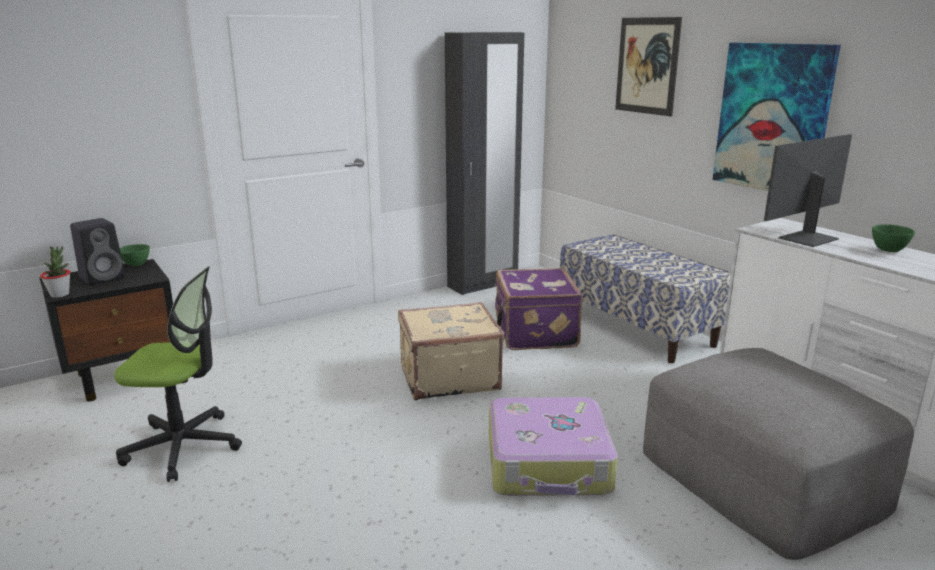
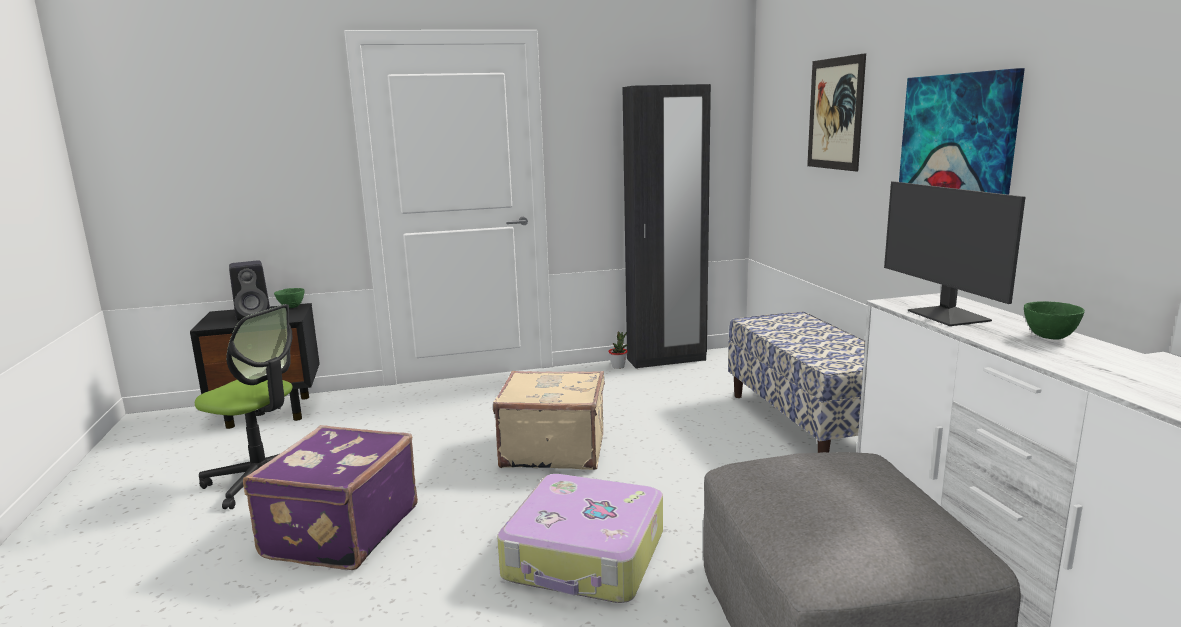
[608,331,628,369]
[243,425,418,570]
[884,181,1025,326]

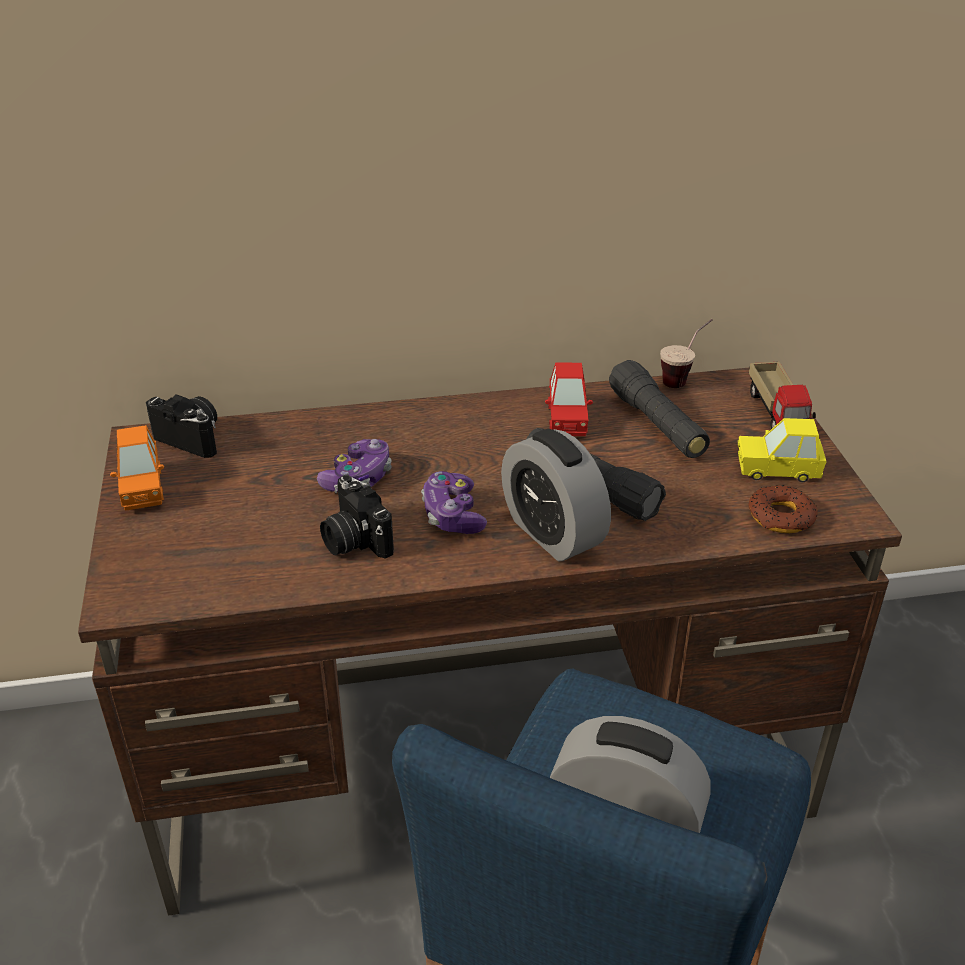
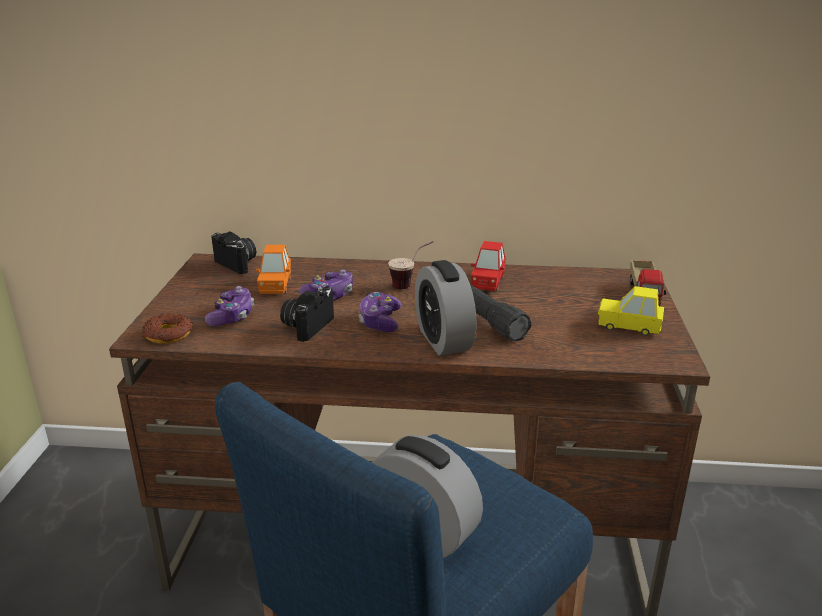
[256,245,291,294]
[280,286,334,342]
[609,360,710,458] (first image)
[388,241,433,289]
[142,314,193,343]
[205,286,254,326]

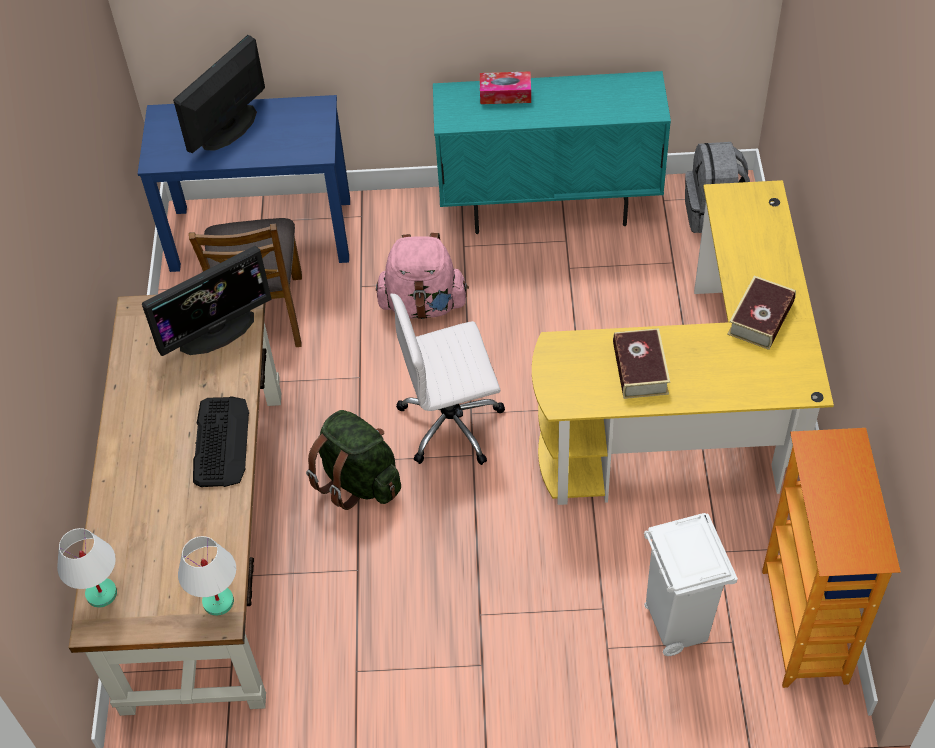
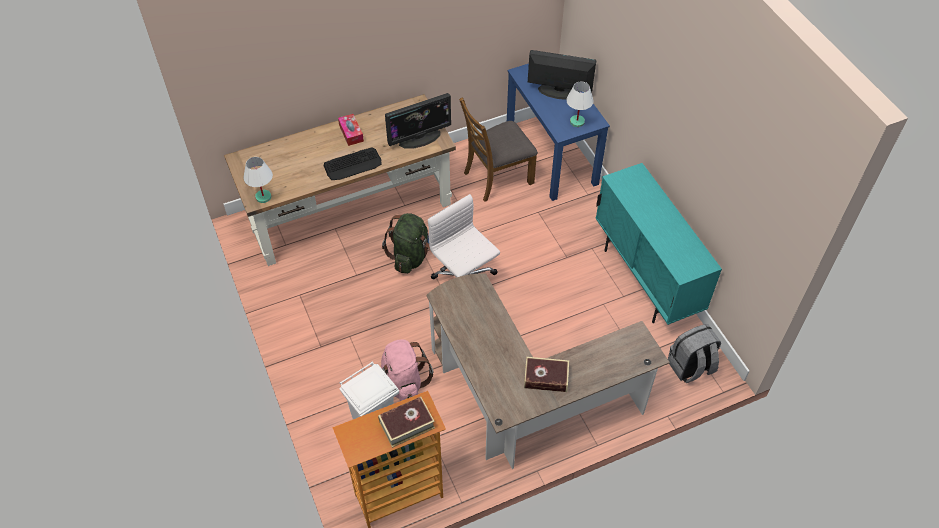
[566,81,594,127]
[385,93,451,149]
[381,339,433,401]
[338,114,364,146]
[426,274,670,469]
[378,397,435,448]

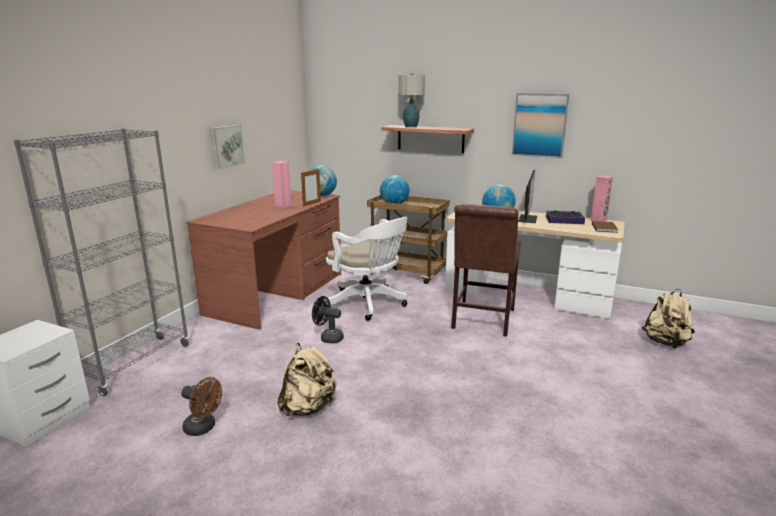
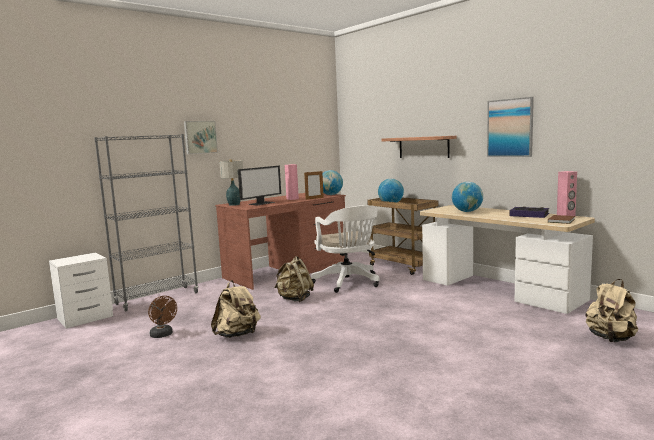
[184,121,218,154]
[274,256,314,302]
[219,159,243,206]
[451,204,521,337] (first image)
[238,166,281,206]

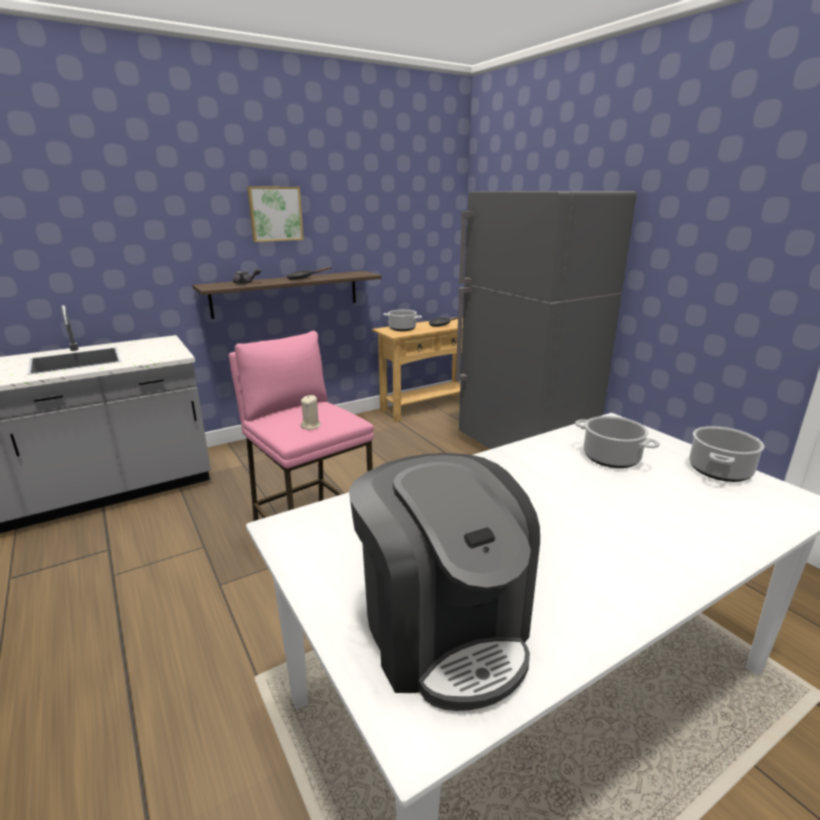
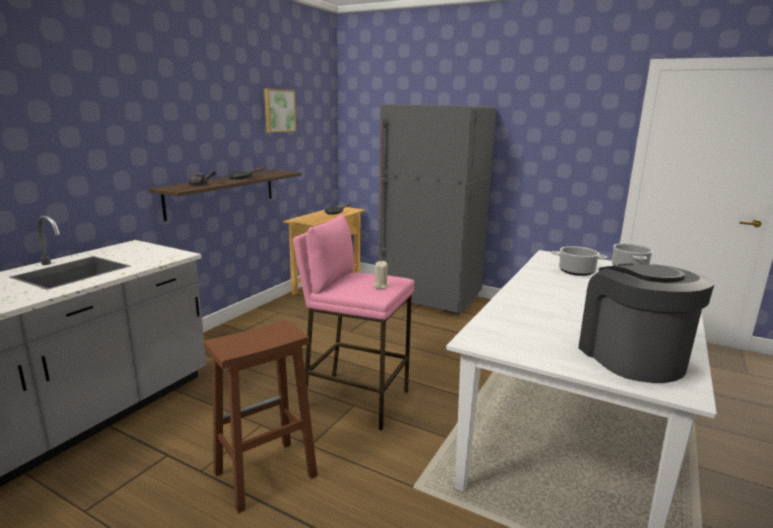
[264,89,296,133]
[578,264,714,383]
[383,310,422,331] (first image)
[204,320,318,513]

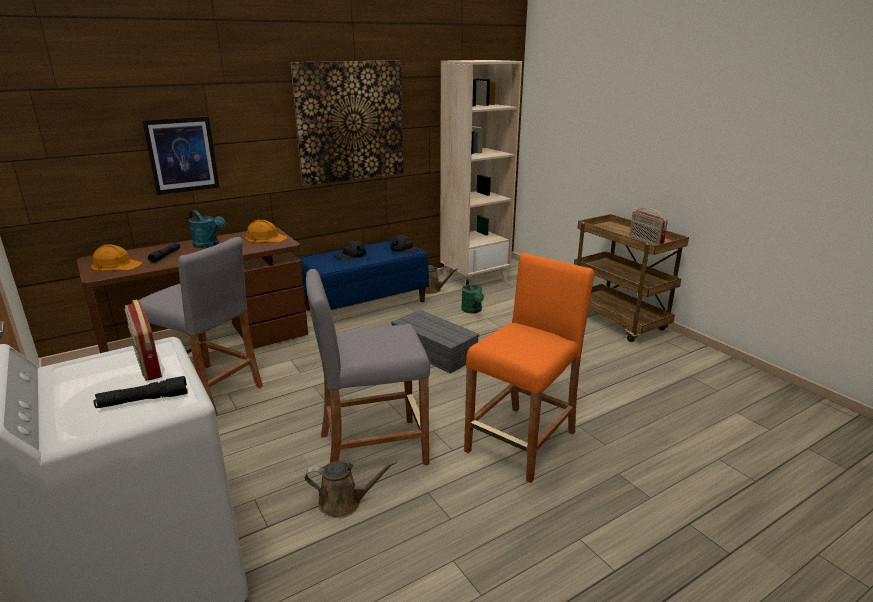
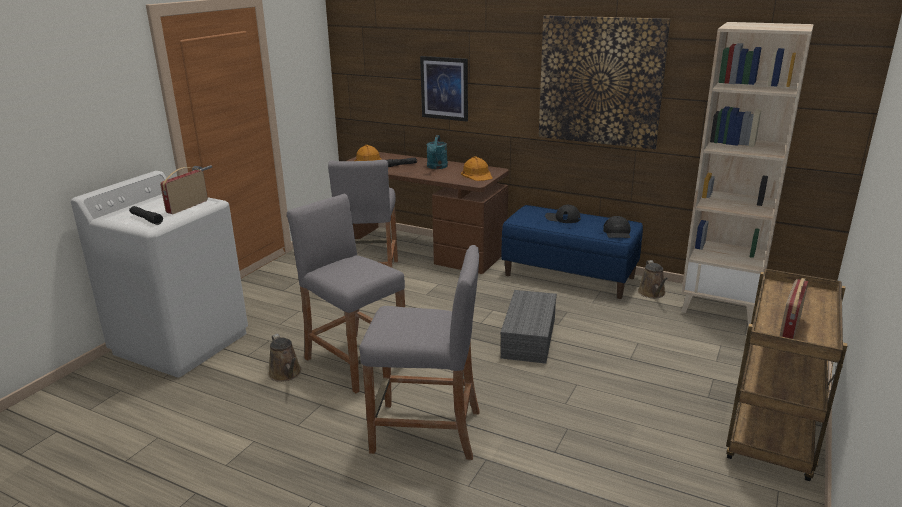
[461,279,484,314] (first image)
[359,245,480,460]

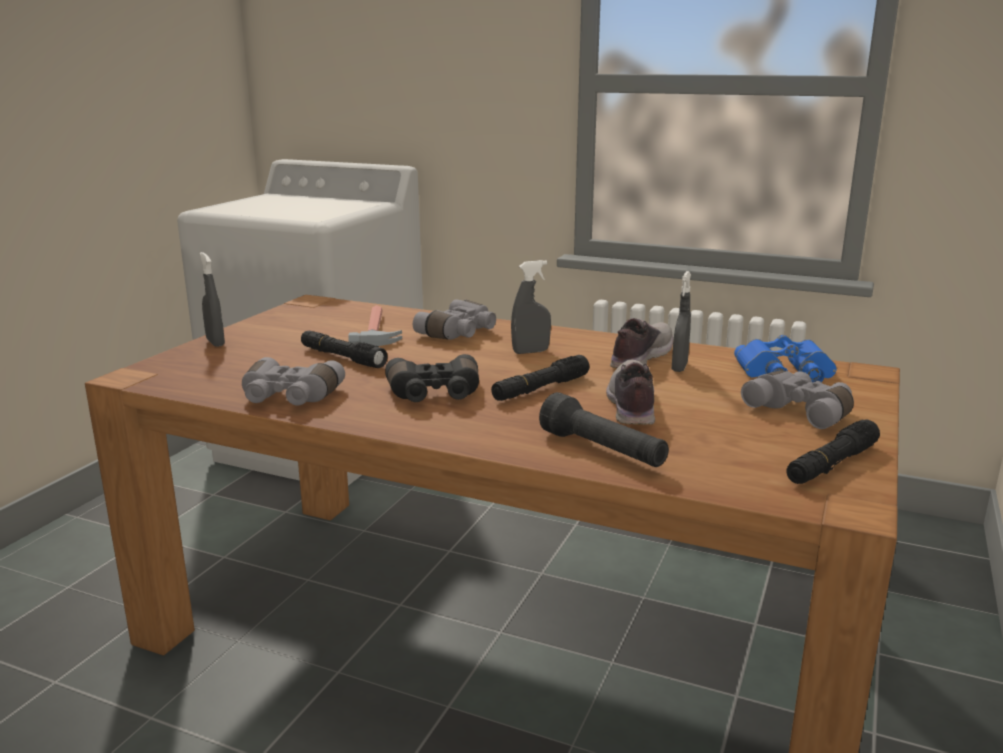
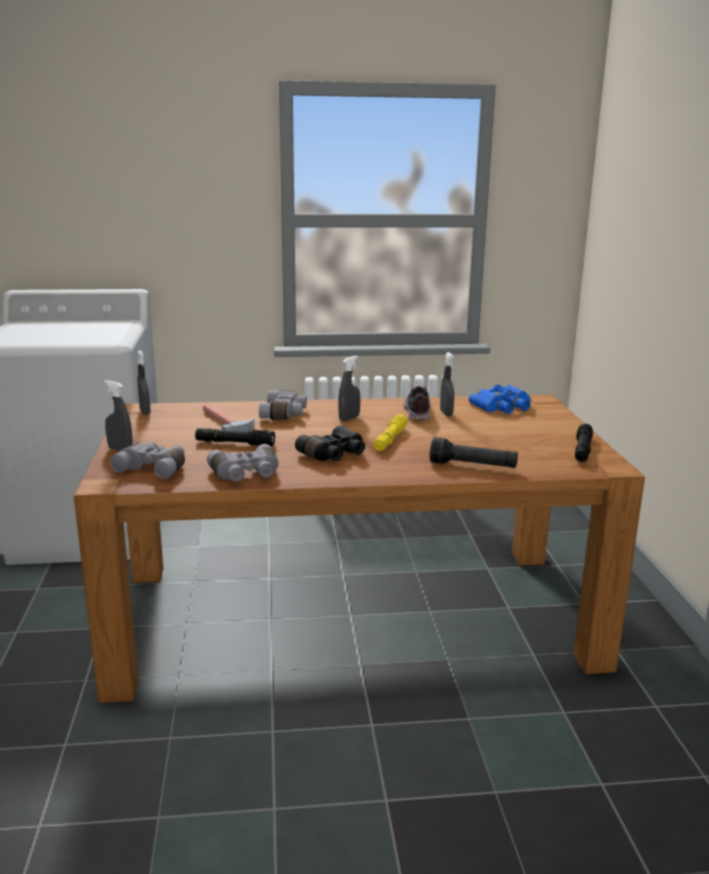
[374,414,407,451]
[606,360,655,425] (first image)
[110,442,185,479]
[137,350,151,415]

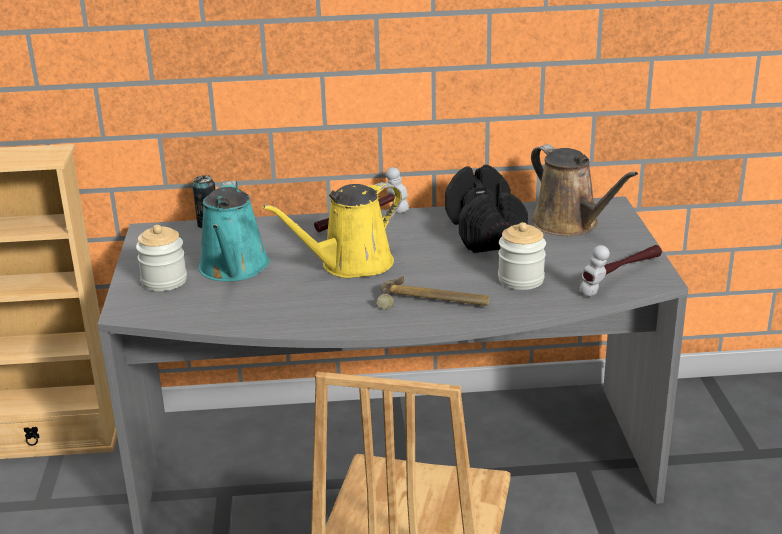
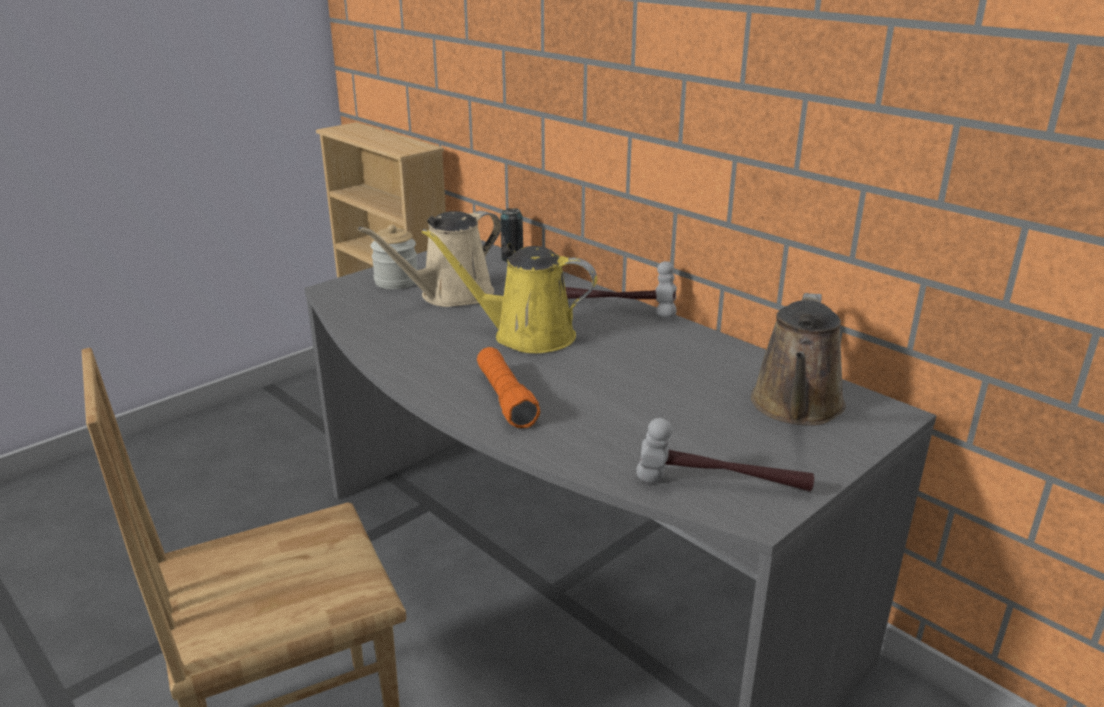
[358,211,501,307]
[477,347,540,428]
[445,165,528,253] (first image)
[498,222,546,290] (first image)

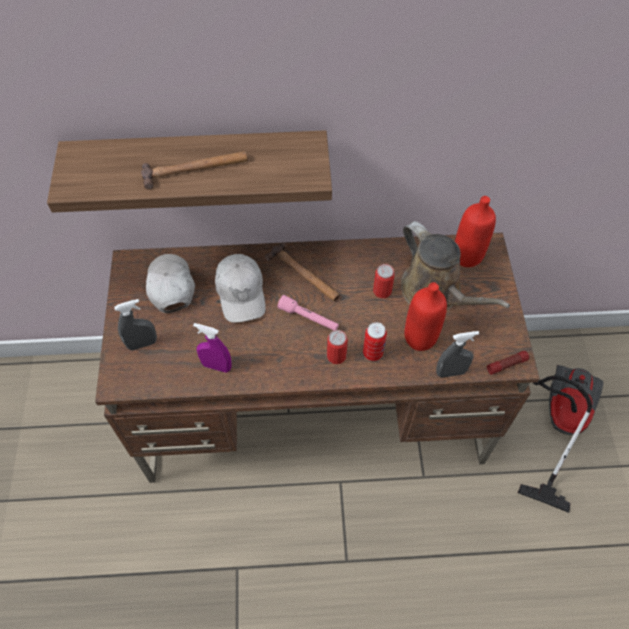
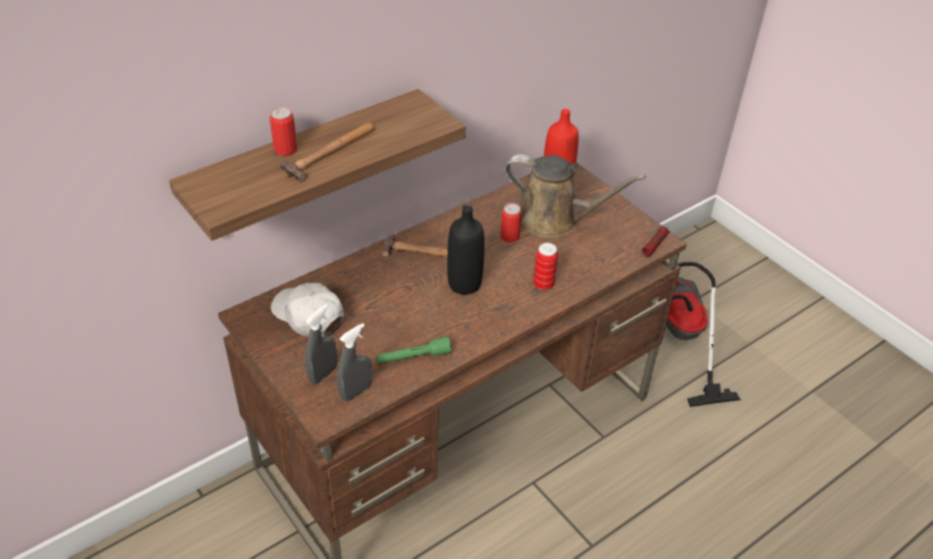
[376,336,452,364]
[215,254,266,323] (first image)
[447,205,485,294]
[270,107,297,156]
[405,282,447,351] (first image)
[337,323,372,401]

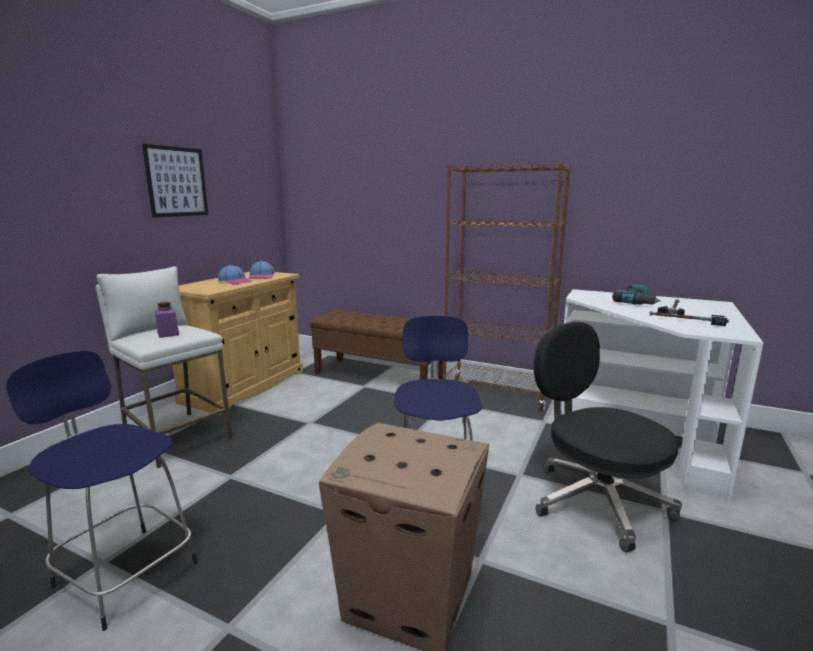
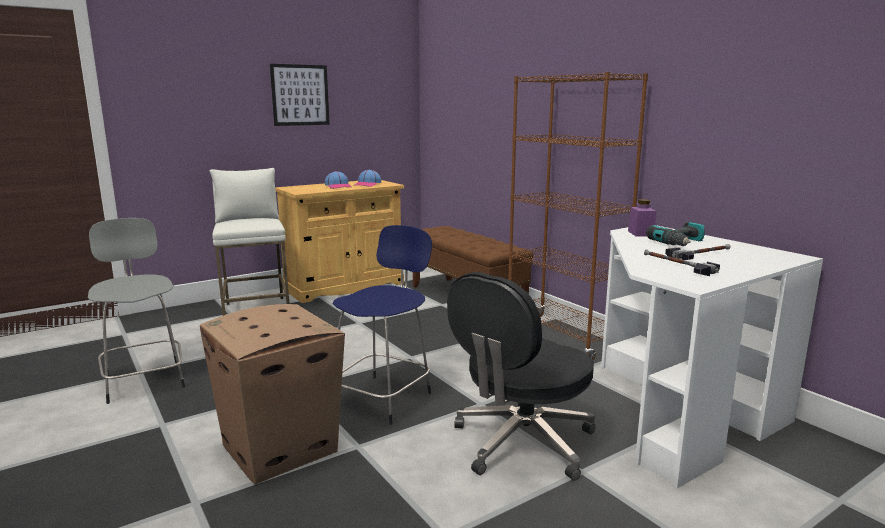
[88,218,185,404]
[628,199,656,236]
[447,272,596,481]

